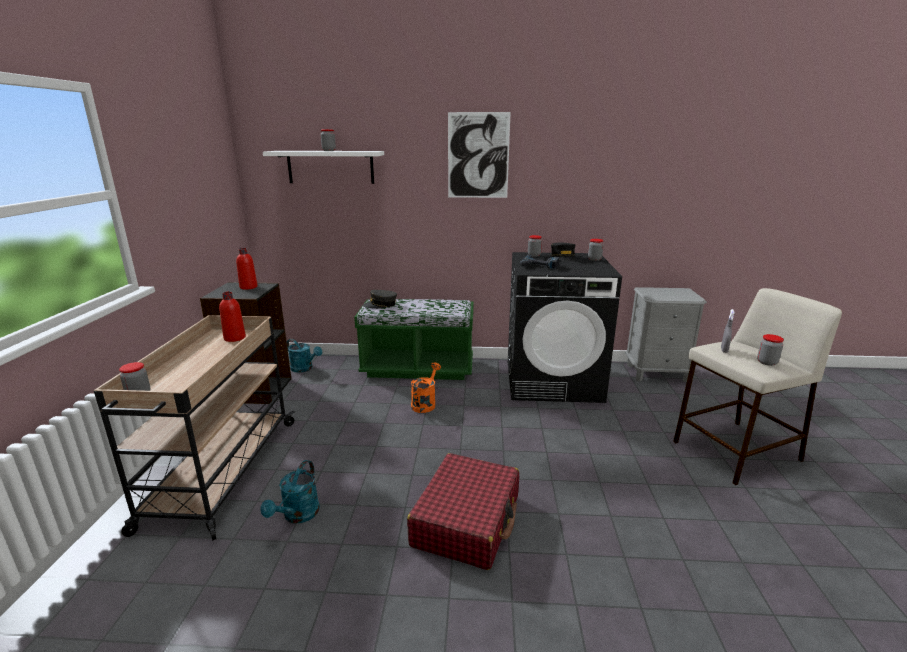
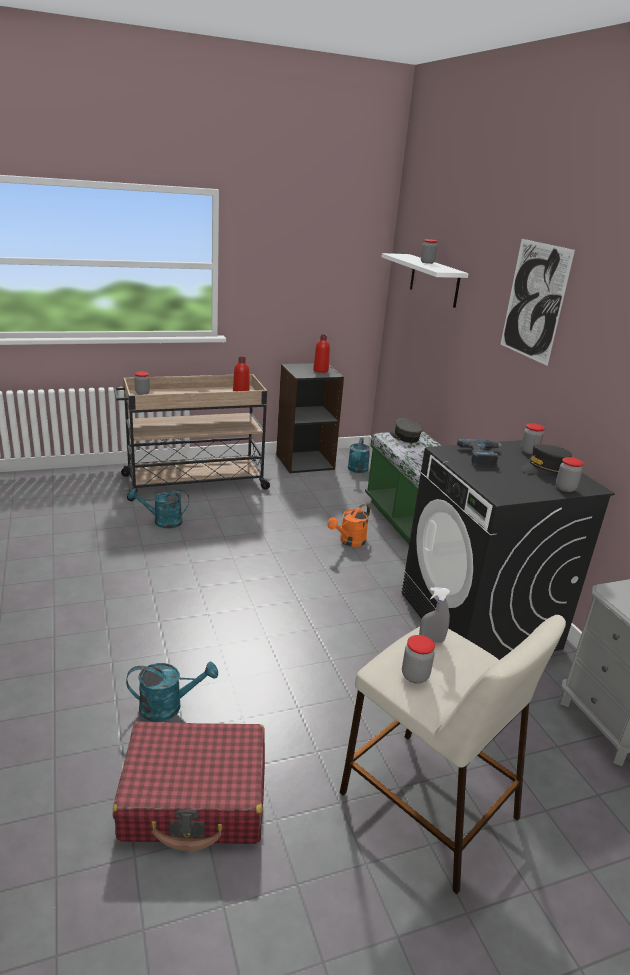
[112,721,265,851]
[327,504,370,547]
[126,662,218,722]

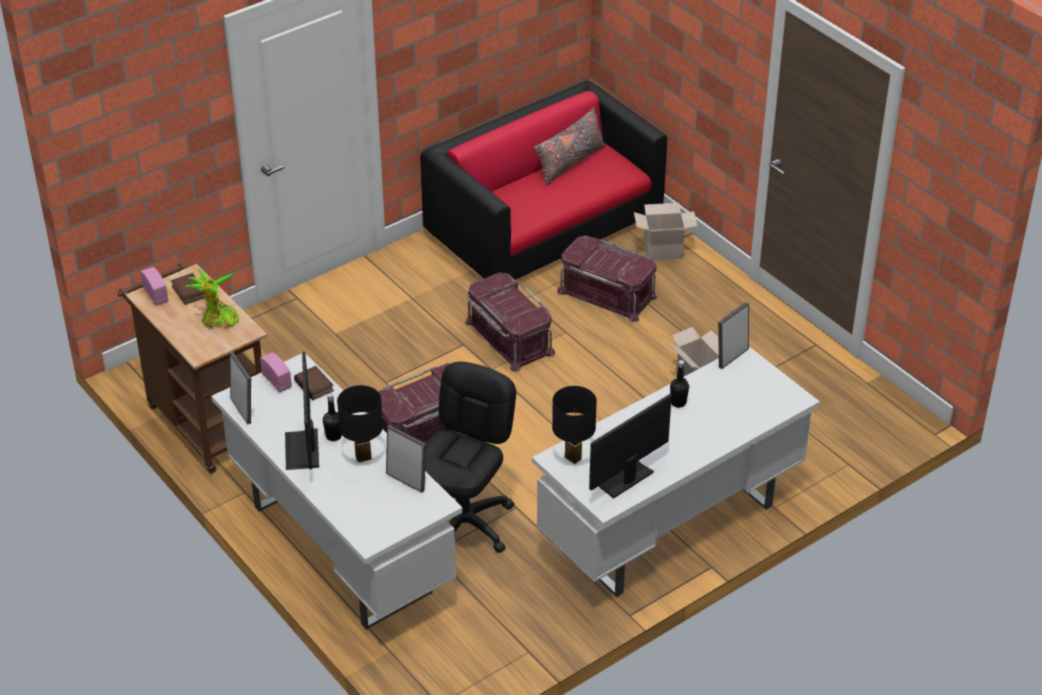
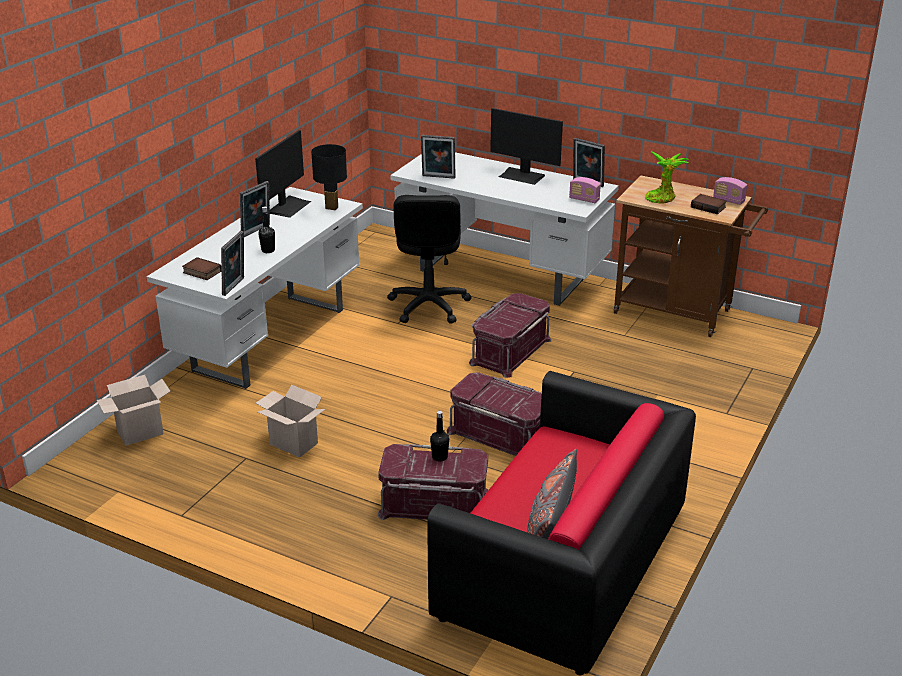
[490,108,563,185]
[182,257,221,280]
[430,411,449,462]
[337,385,383,463] (first image)
[97,375,170,446]
[240,181,270,237]

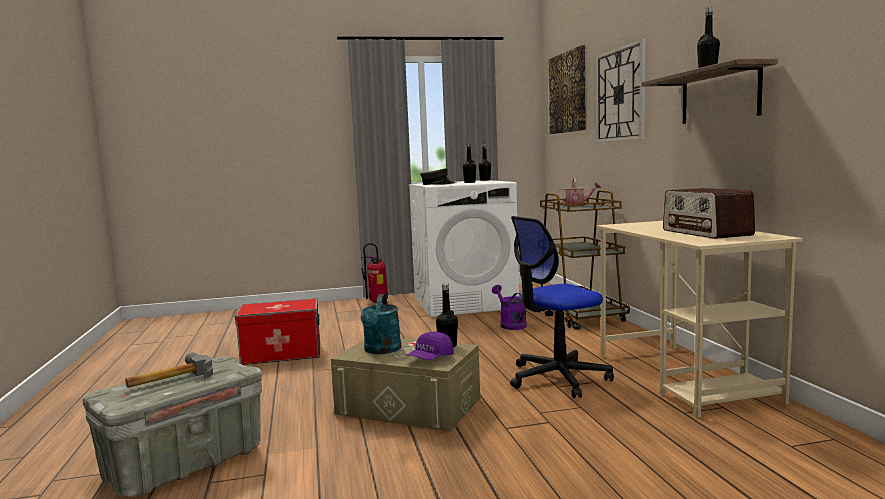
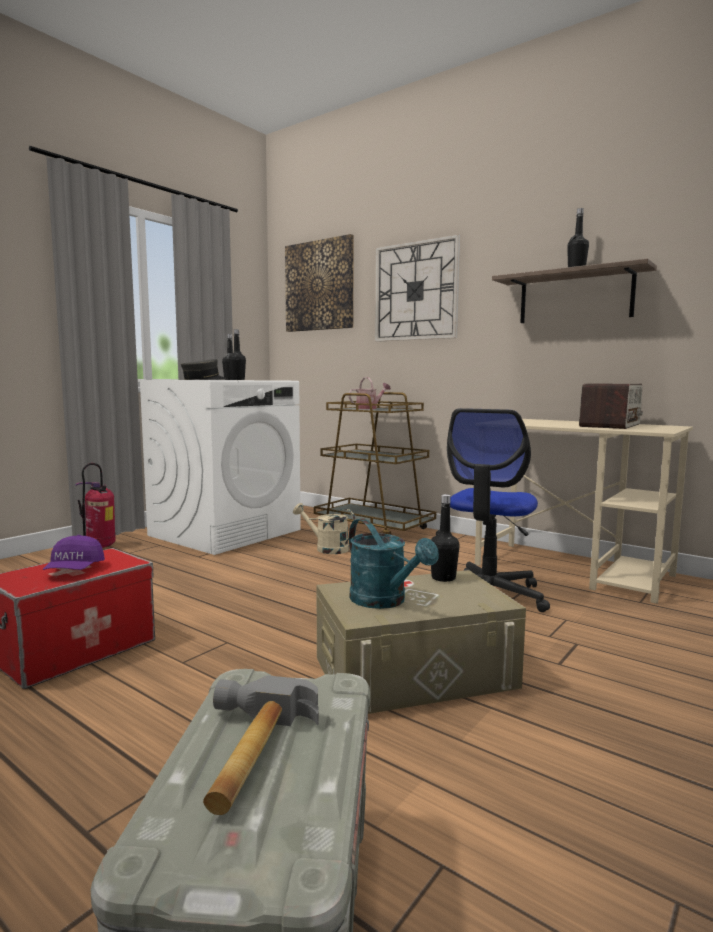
[43,535,105,570]
[293,503,356,554]
[579,384,643,429]

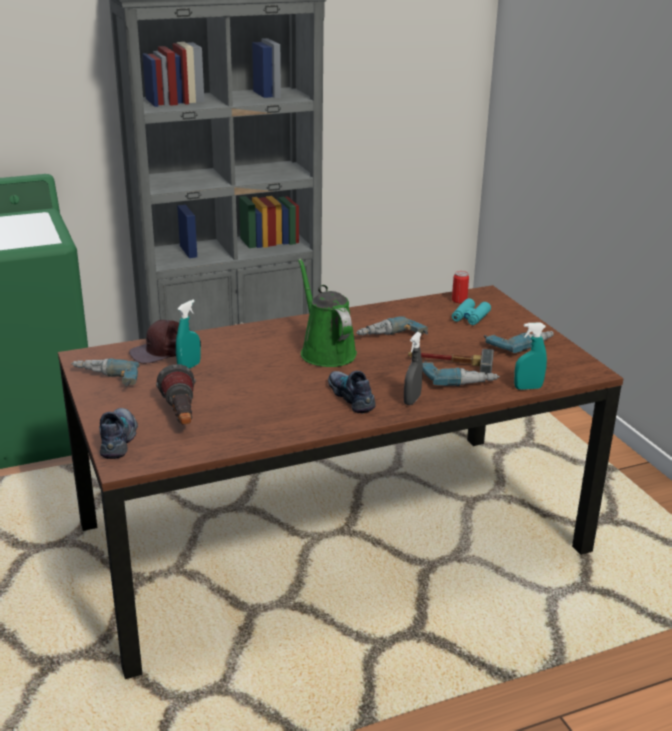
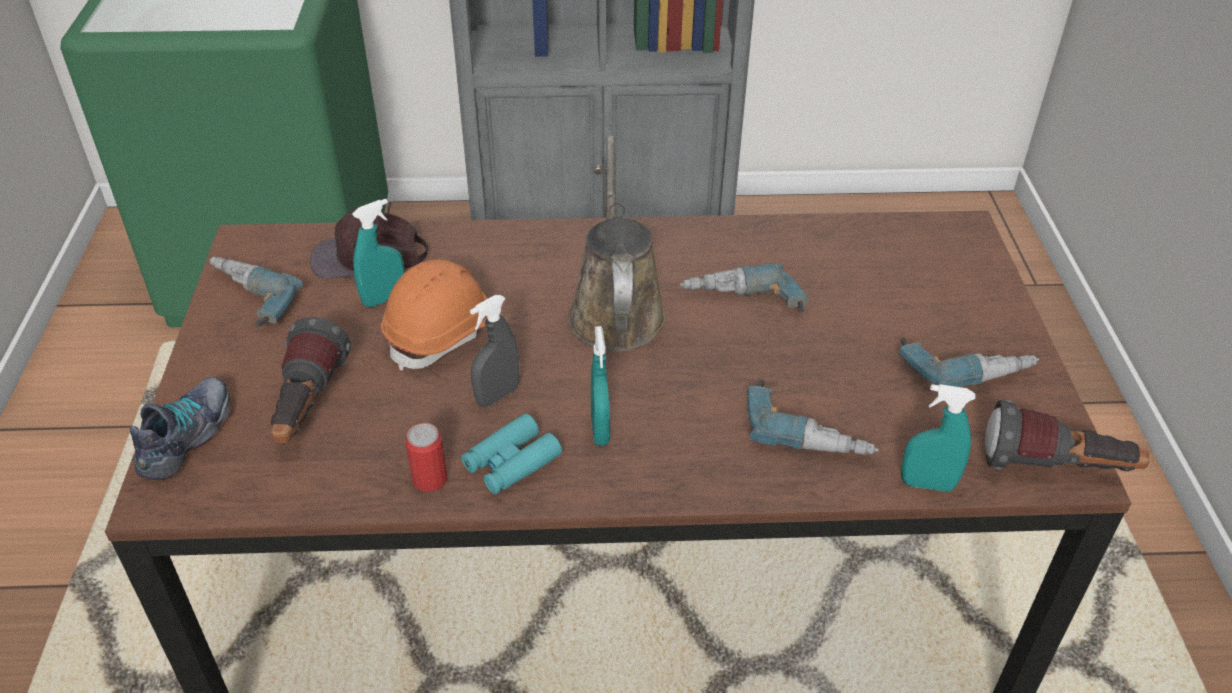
[568,136,666,352]
[591,326,610,446]
[470,295,519,407]
[408,349,494,374] (first image)
[406,423,447,492]
[461,414,562,494]
[381,259,502,371]
[985,400,1150,471]

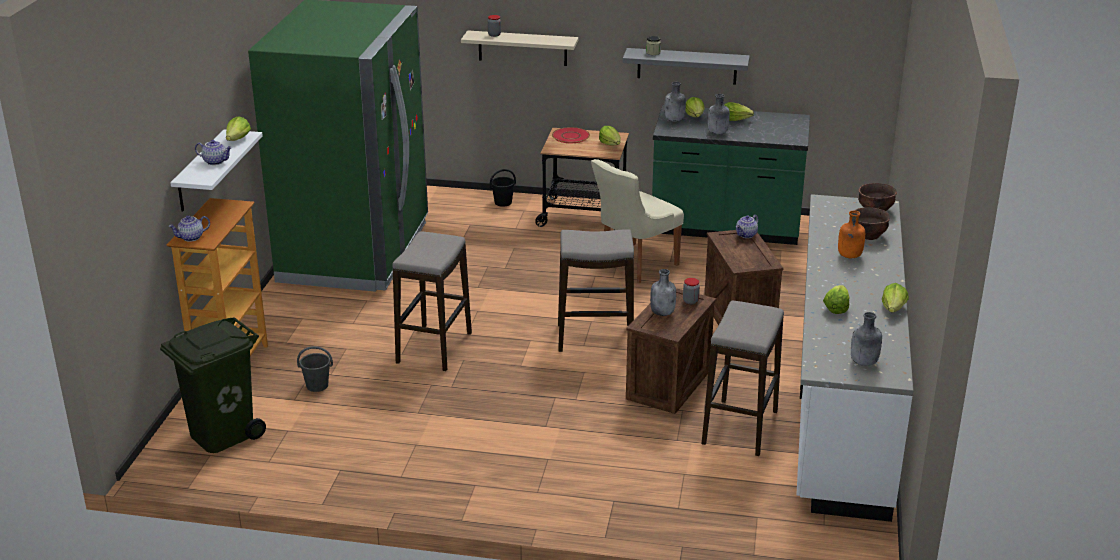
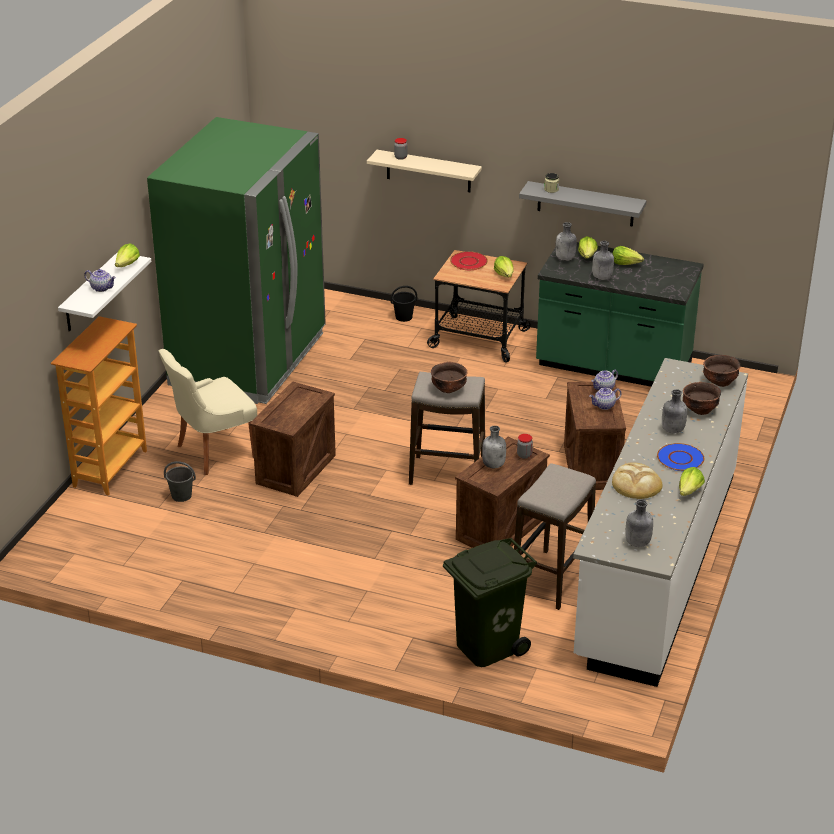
[443,538,537,667]
[589,388,621,410]
[250,381,336,497]
[158,349,257,475]
[612,462,662,499]
[662,389,687,433]
[431,362,467,393]
[657,443,704,471]

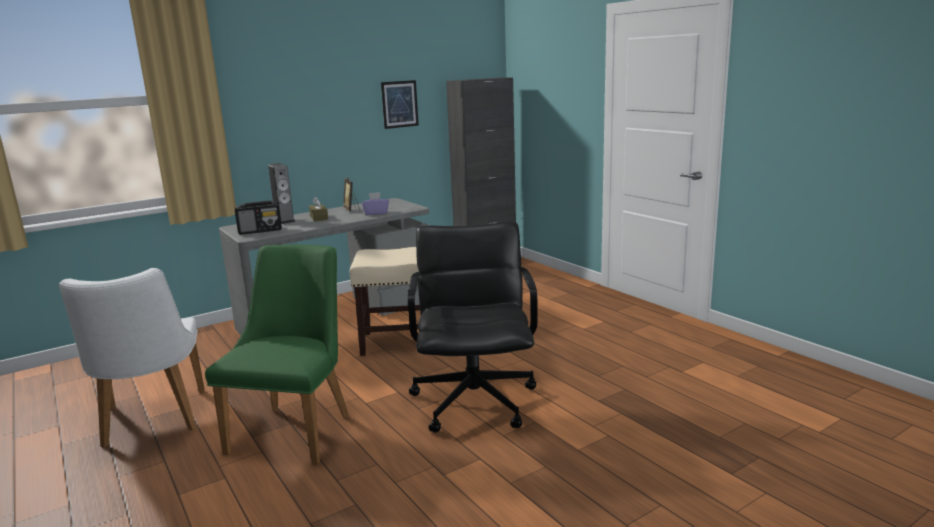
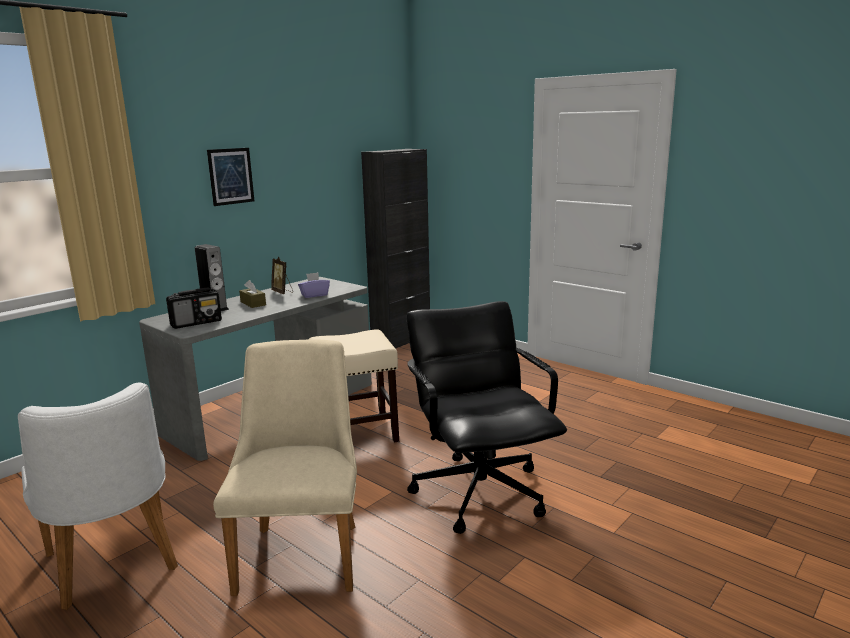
[213,340,357,596]
[207,148,254,206]

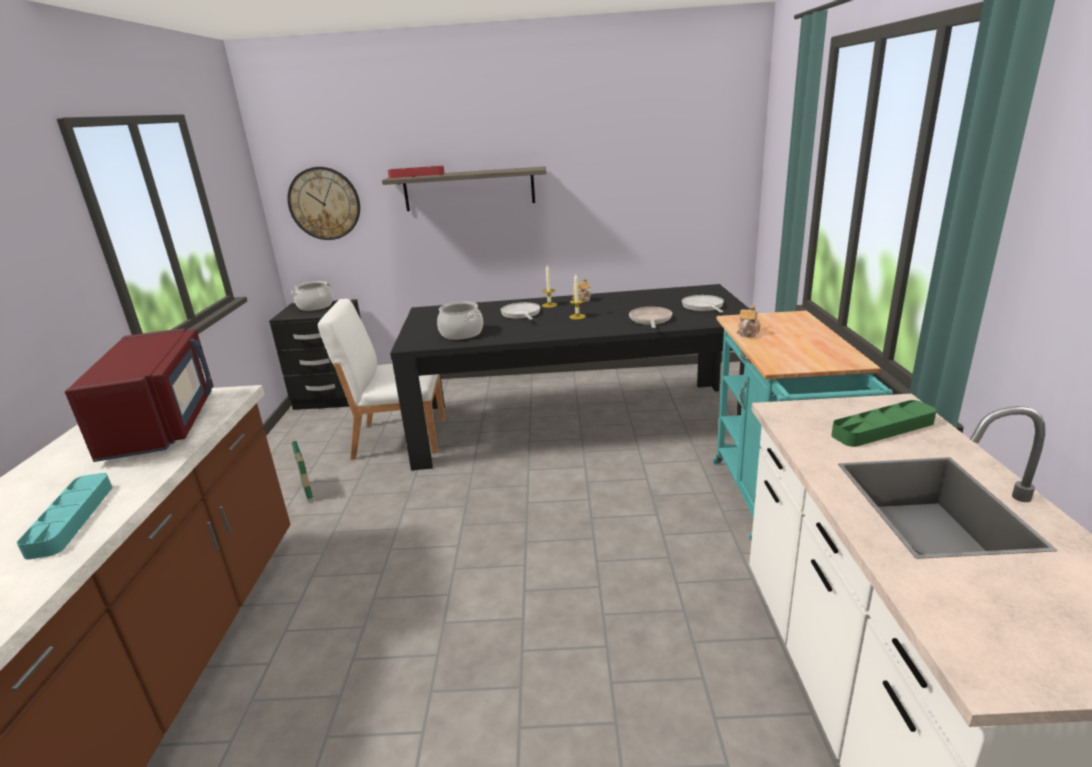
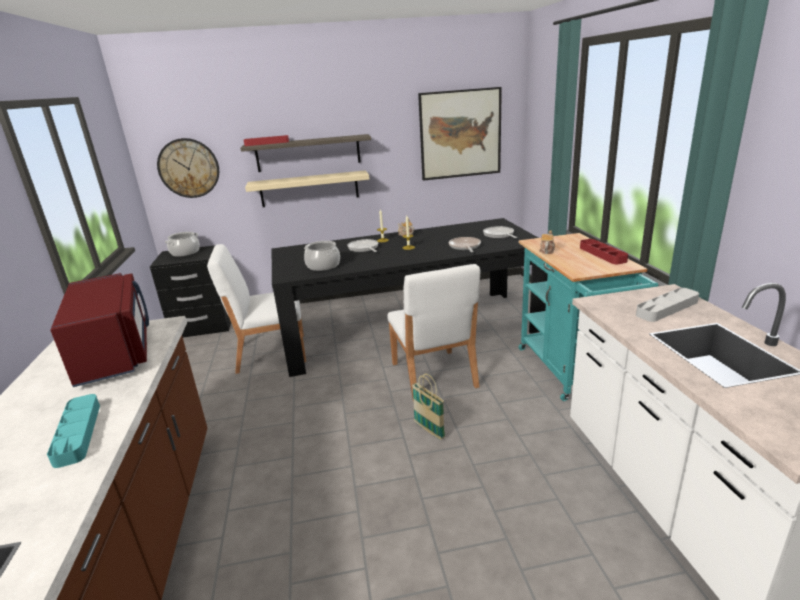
[412,373,445,440]
[636,288,699,322]
[245,170,369,207]
[387,264,480,402]
[418,87,502,181]
[580,239,628,264]

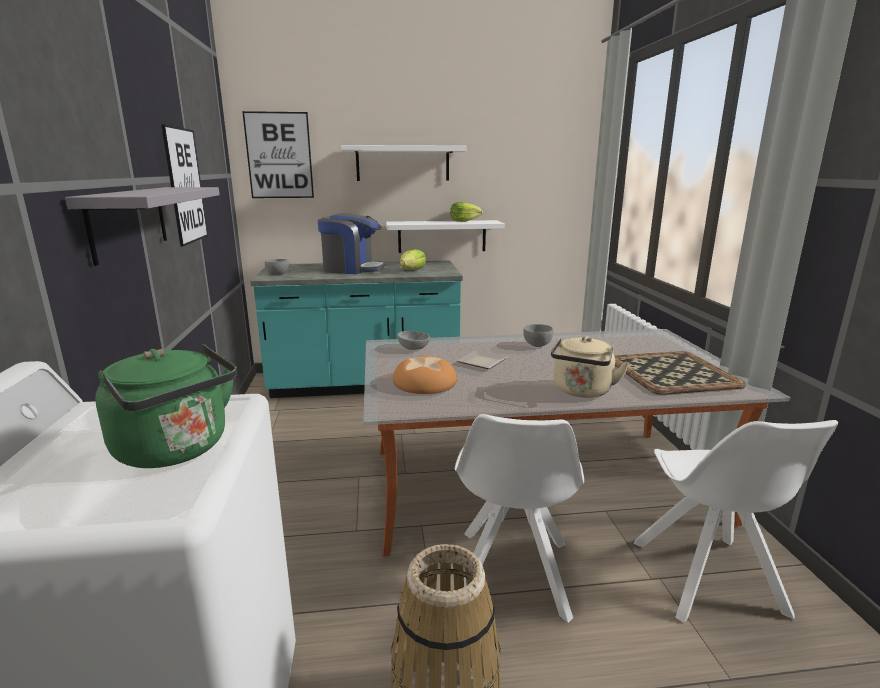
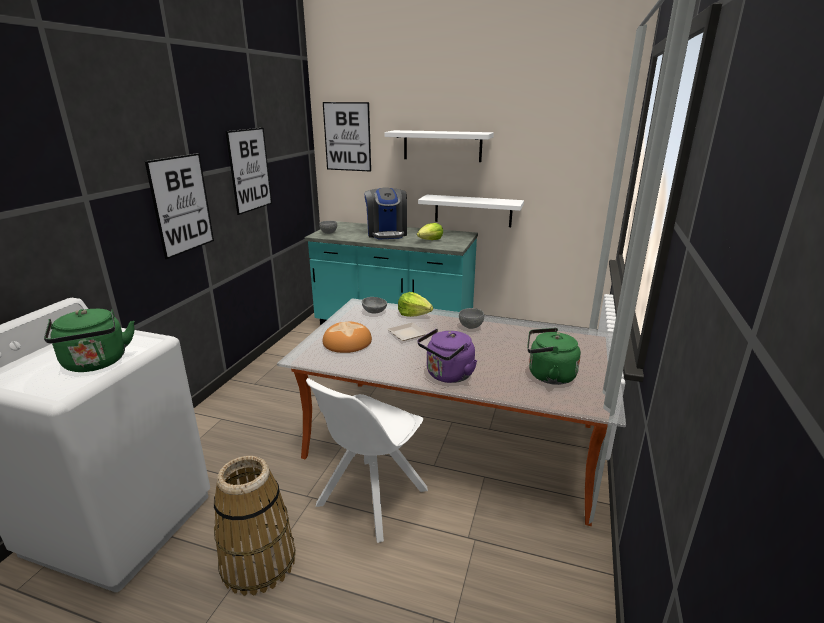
[145,153,214,259]
[364,187,407,239]
[398,292,433,317]
[417,329,477,383]
[527,328,581,385]
[633,420,838,623] (first image)

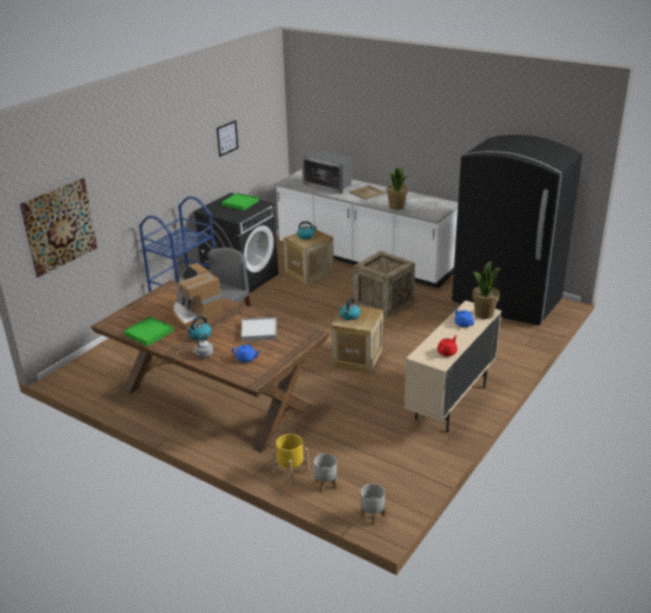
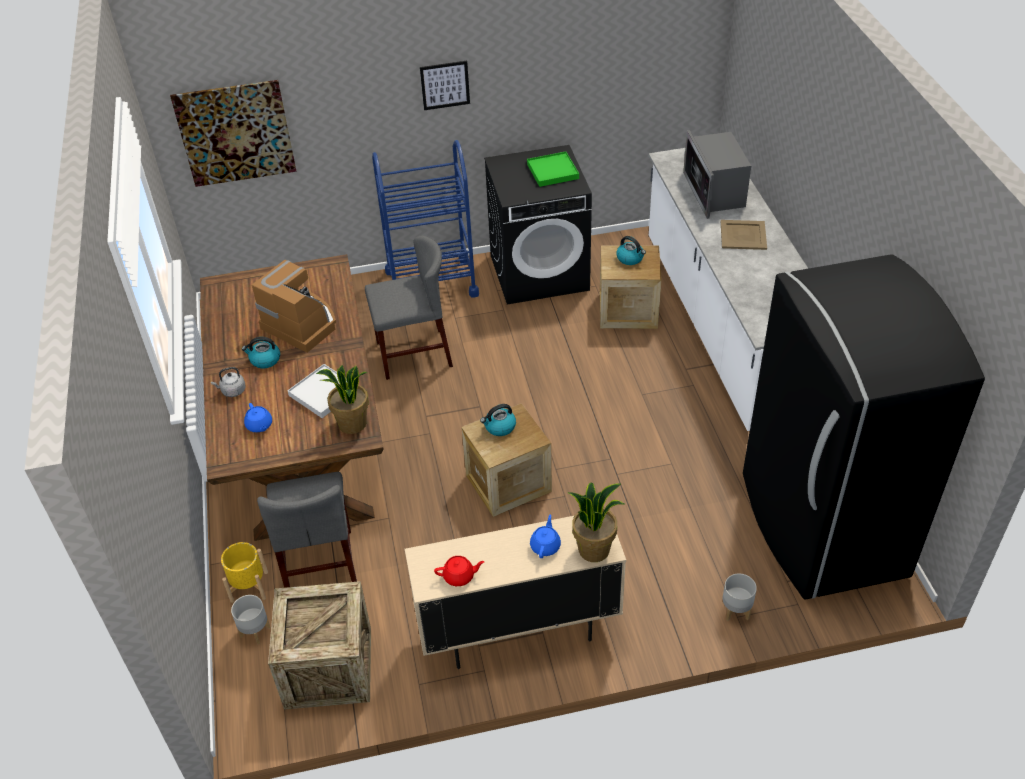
[124,317,174,346] (first image)
[252,260,336,353]
[420,61,470,110]
[268,581,371,709]
[722,574,757,621]
[316,365,369,434]
[257,472,357,588]

